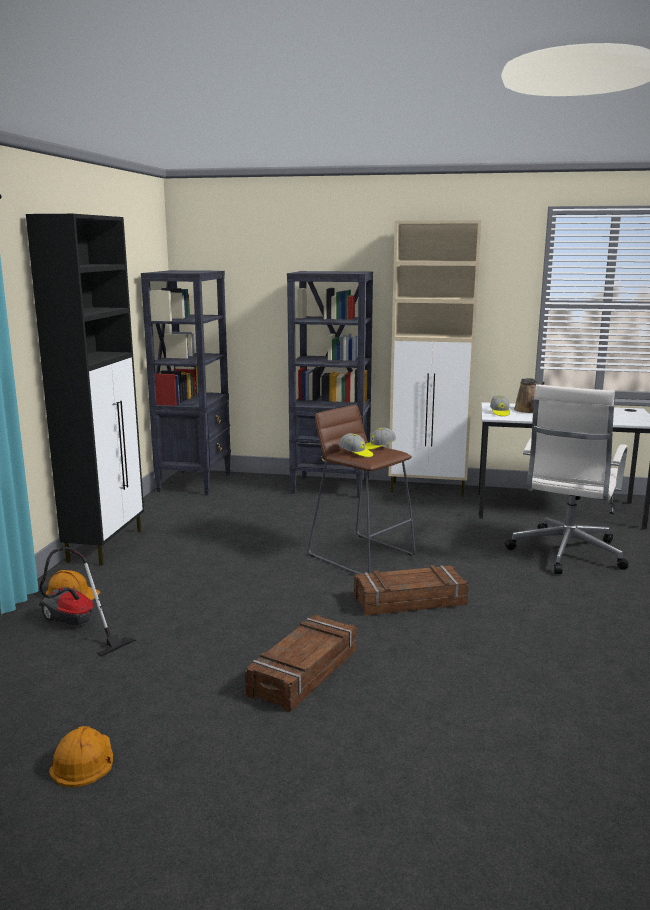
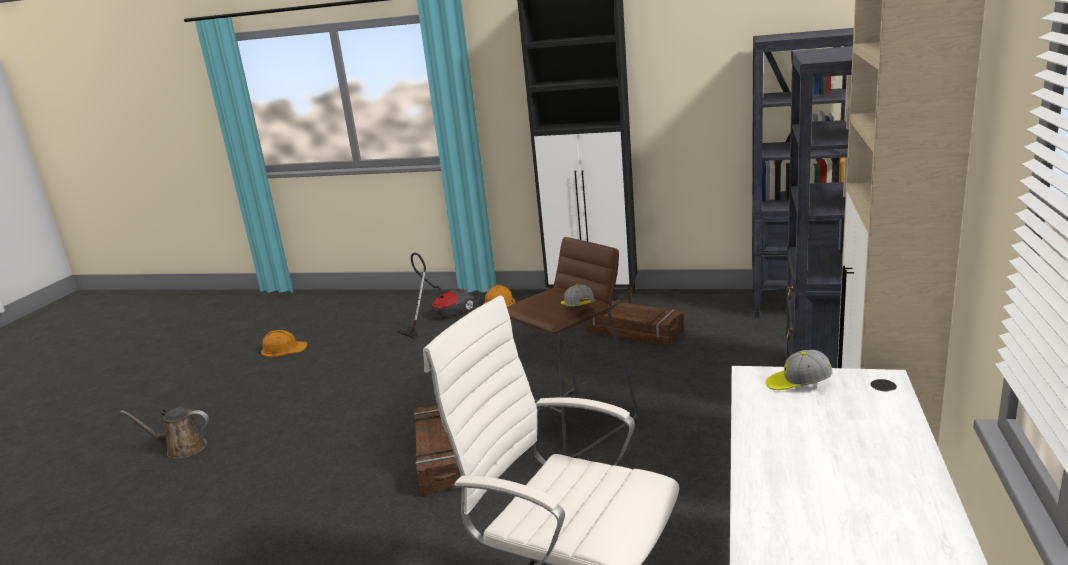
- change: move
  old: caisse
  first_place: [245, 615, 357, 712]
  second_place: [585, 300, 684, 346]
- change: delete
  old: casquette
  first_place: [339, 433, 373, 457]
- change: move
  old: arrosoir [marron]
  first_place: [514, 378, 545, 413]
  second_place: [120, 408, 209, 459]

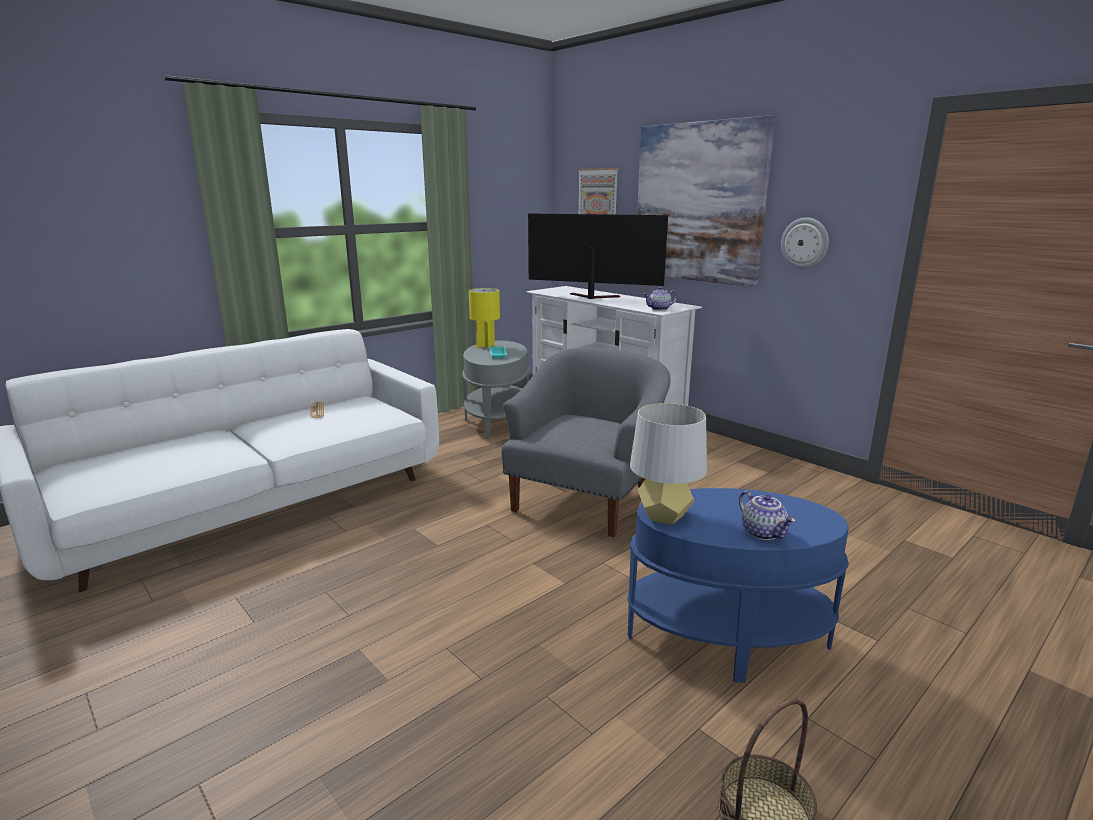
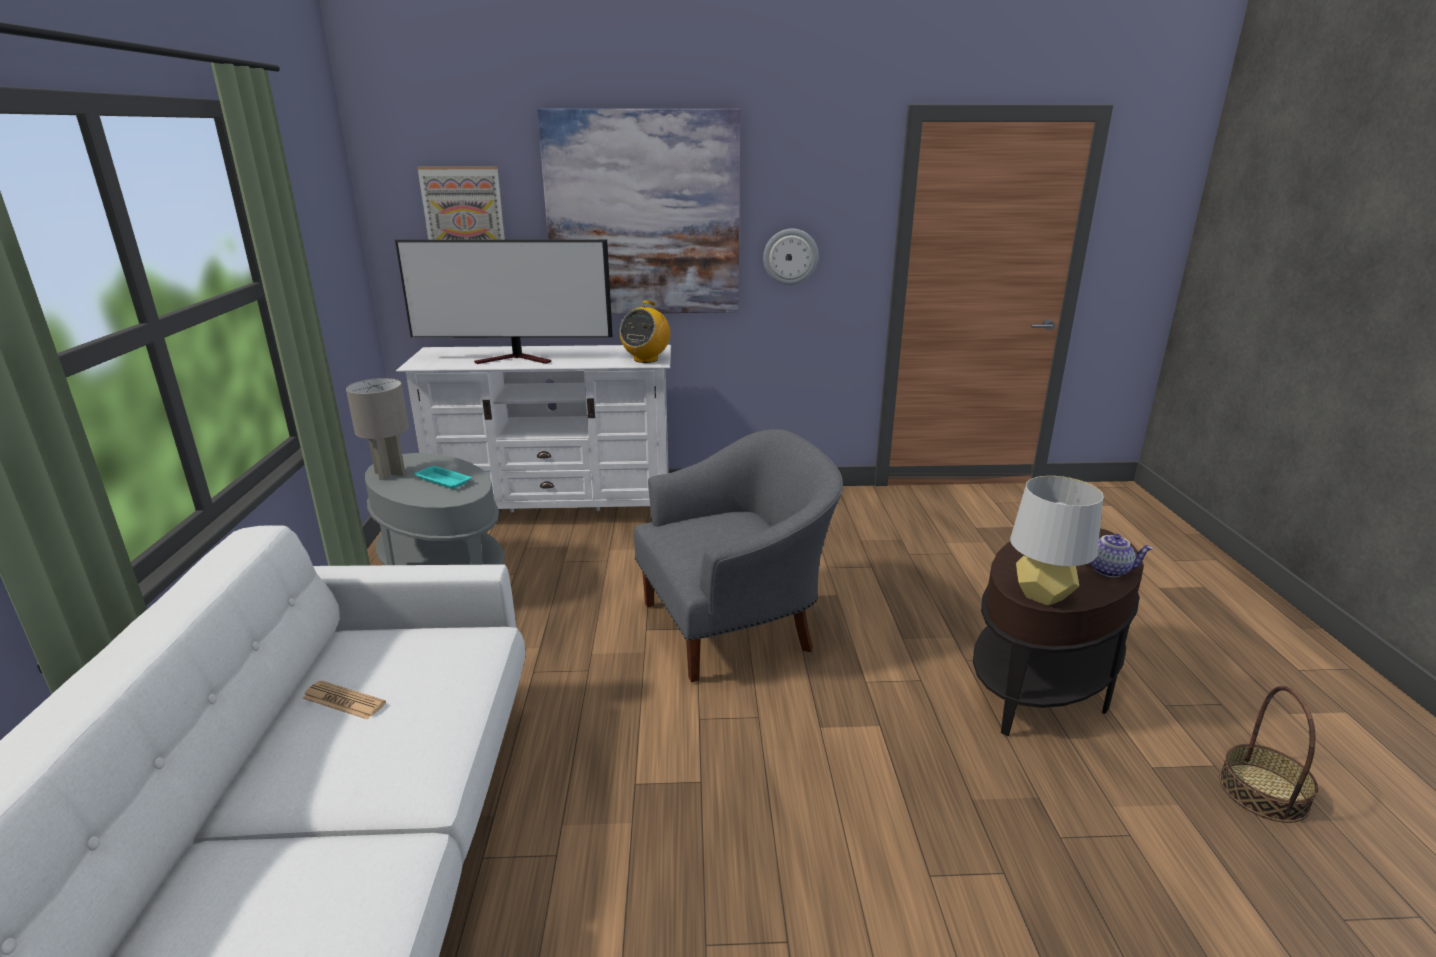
- change: recolor
  old: lampe de table [jaune]
  new: lampe de table [gris]
  first_place: [469, 288, 500, 348]
  second_place: [346, 378, 409, 480]
- change: rotate
  old: fauteuil [gris]
  first_place: [502, 348, 670, 537]
  second_place: [634, 429, 843, 682]
  degrees: 90
- change: rotate
  old: téléviseur
  first_place: [528, 213, 668, 299]
  second_place: [395, 240, 613, 364]
  degrees: -150
- change: recolor
  old: table d'appoint [bleu]
  new: table d'appoint [marron]
  first_place: [627, 488, 849, 683]
  second_place: [973, 529, 1144, 736]
- change: replace
  old: théière
  new: radio
  first_place: [643, 287, 677, 310]
  second_place: [620, 301, 670, 363]

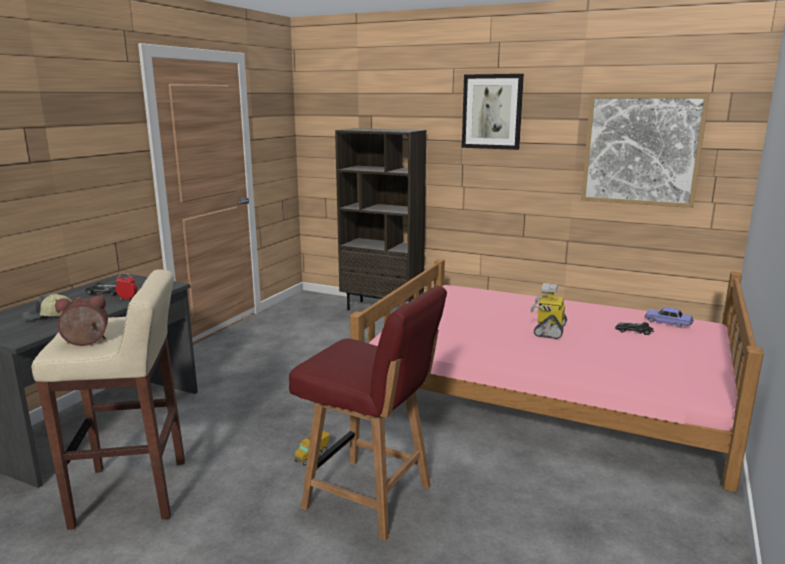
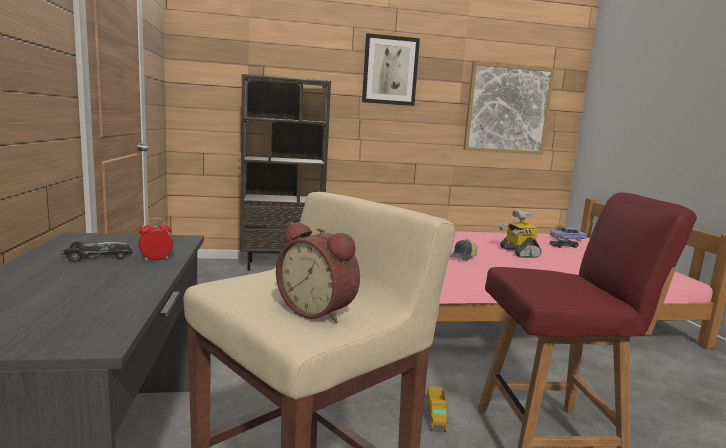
- change: move
  old: casquette
  first_place: [22, 293, 72, 320]
  second_place: [450, 239, 477, 261]
- change: rotate
  old: réveil
  first_place: [55, 295, 108, 346]
  second_place: [276, 222, 360, 323]
  degrees: -90

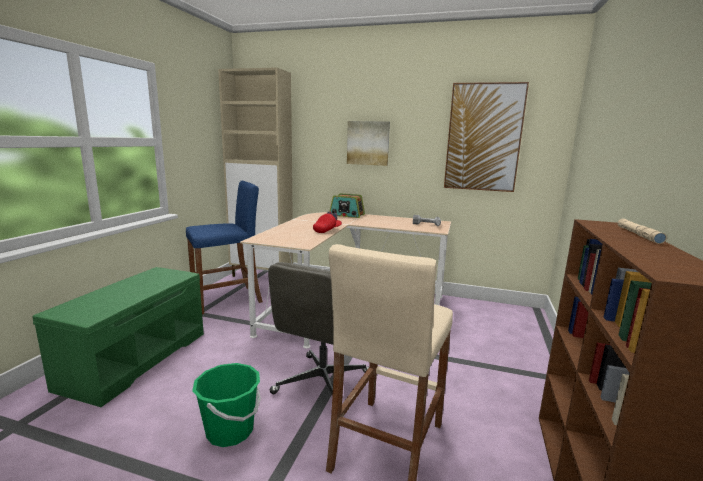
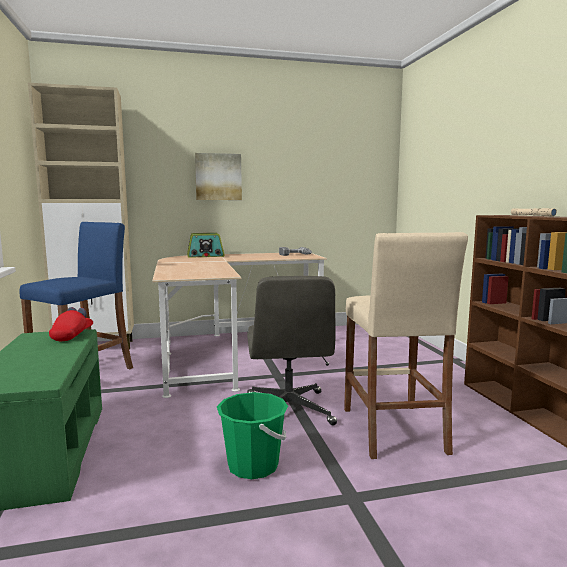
- change: move
  old: casquette [rouge]
  first_place: [313, 211, 342, 233]
  second_place: [49, 307, 93, 341]
- change: delete
  old: tableau
  first_place: [444, 82, 529, 192]

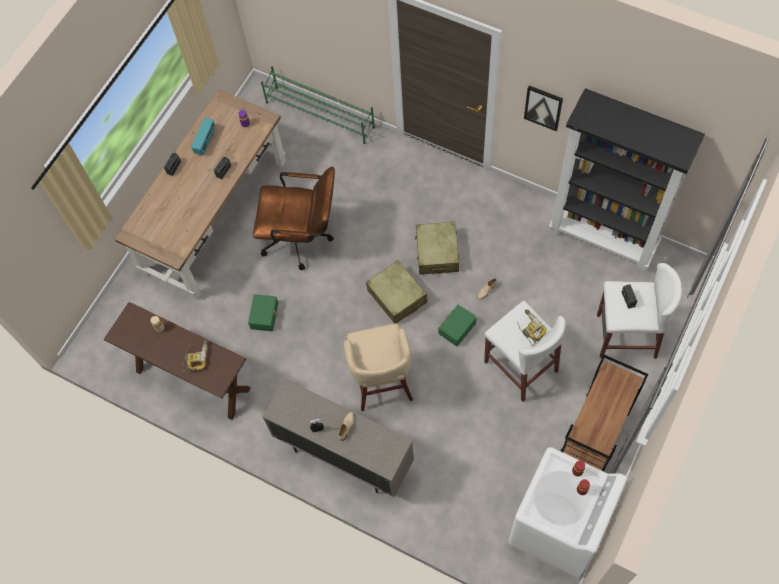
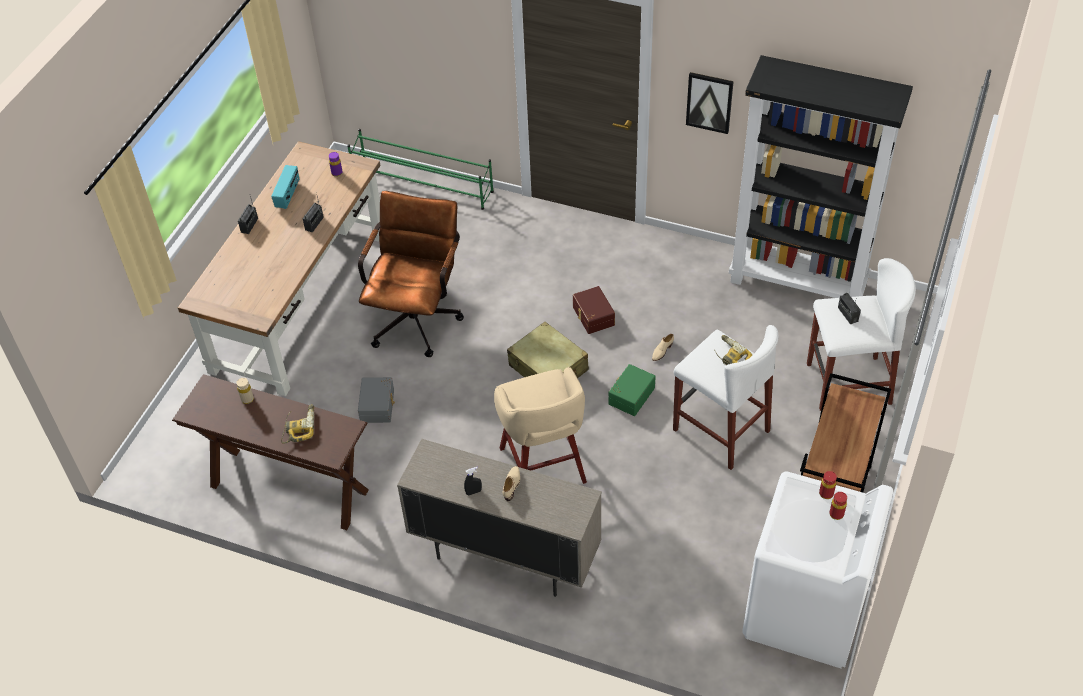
- change: recolor
  old: boîte de rangement [vert]
  new: boîte de rangement [gris]
  first_place: [248, 294, 278, 331]
  second_place: [358, 377, 395, 423]
- change: rotate
  old: chaise de bureau [marron]
  first_place: [253, 166, 335, 270]
  second_place: [358, 191, 464, 357]
  degrees: -75
- change: replace
  old: valise [beige]
  new: boîte de rangement [marron]
  first_place: [415, 222, 459, 275]
  second_place: [573, 286, 615, 334]

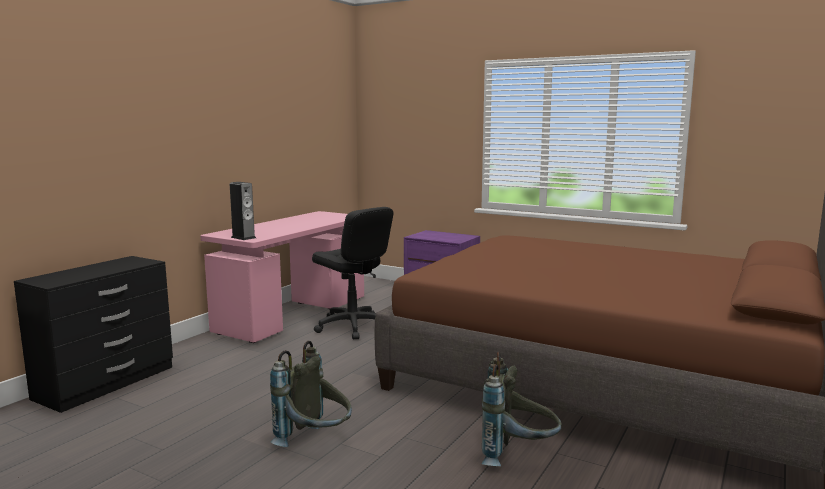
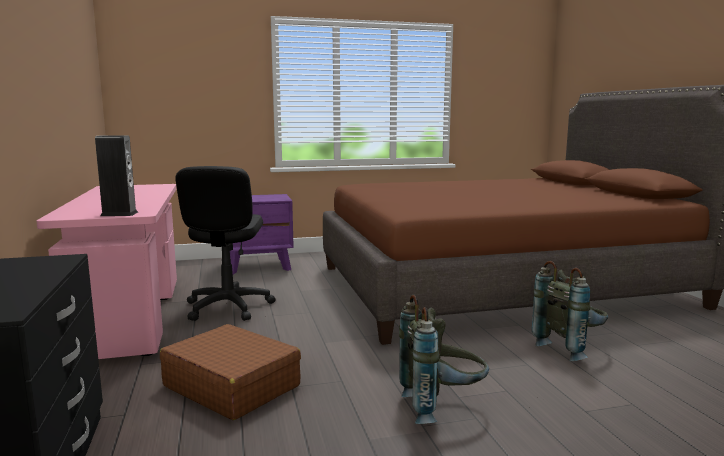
- change: rotate
  old: chaise de bureau [noir]
  first_place: [312, 207, 393, 340]
  second_place: [175, 166, 276, 321]
  degrees: 90
- change: insert
  new: valise [marron]
  second_place: [160, 324, 301, 420]

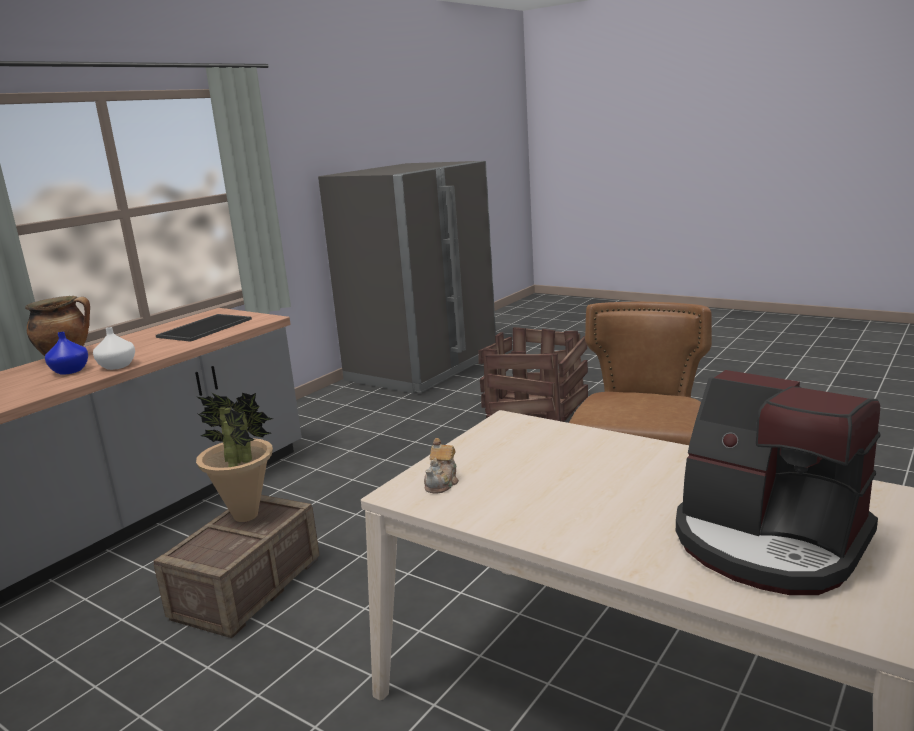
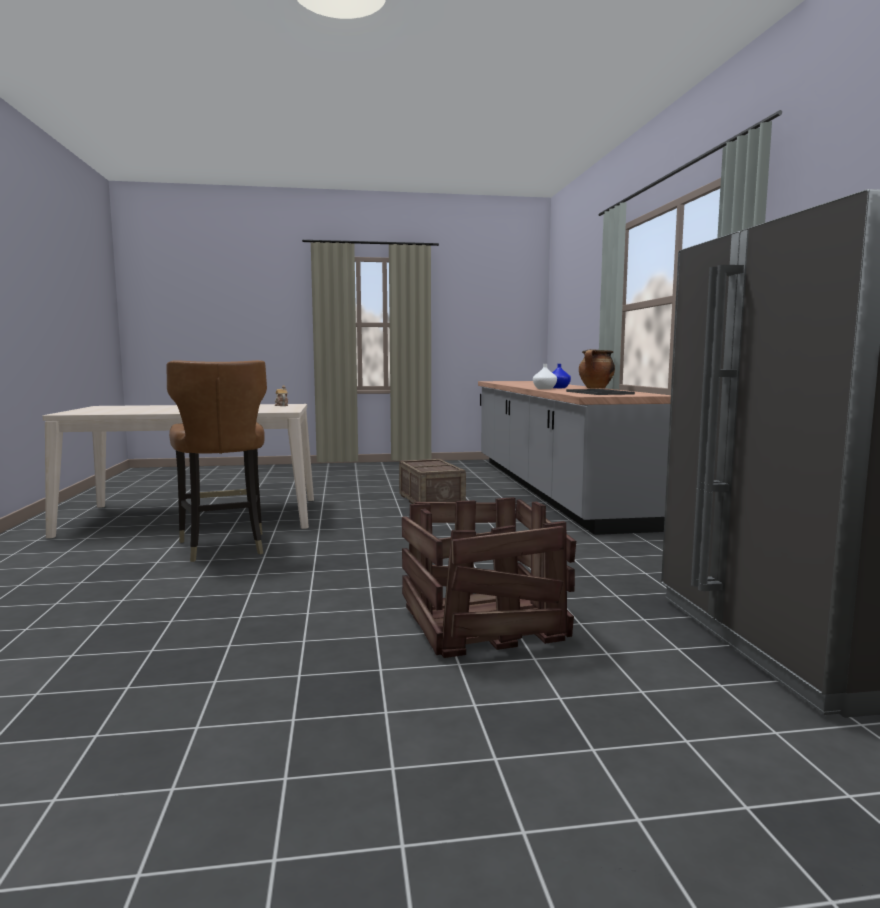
- change: delete
  old: plante en pot
  first_place: [196, 393, 273, 522]
- change: delete
  old: machine à café
  first_place: [676, 370, 881, 595]

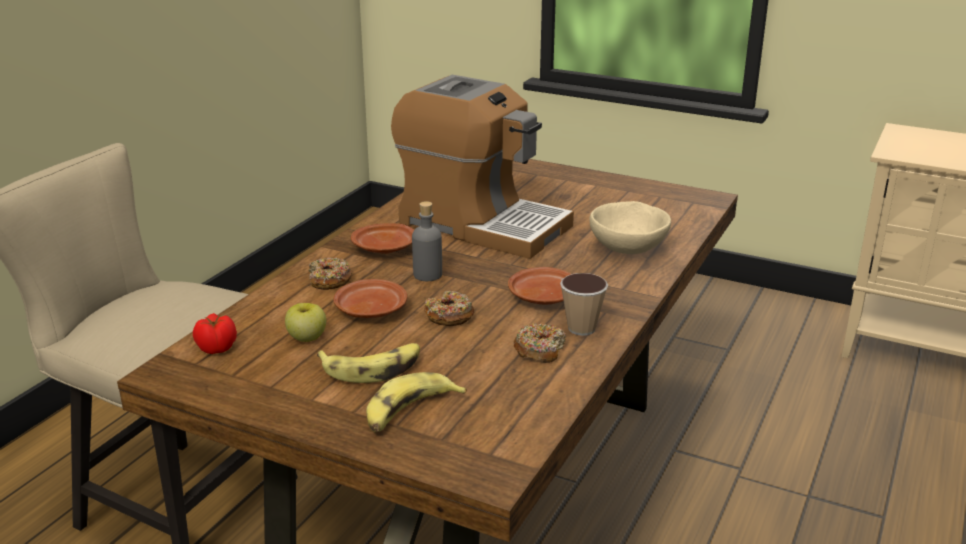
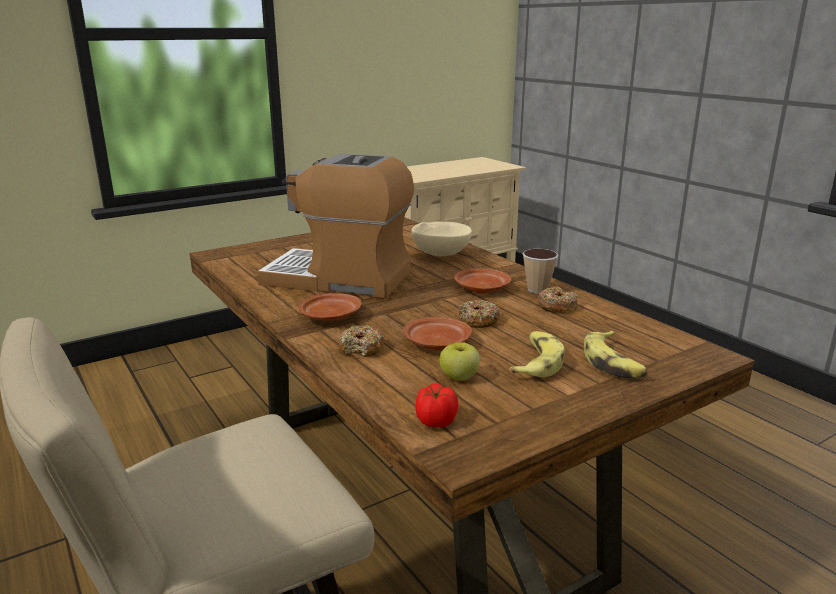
- change: rotate
  old: machine à café
  first_place: [391, 75, 574, 259]
  second_place: [257, 154, 414, 299]
  degrees: -135
- change: delete
  old: bouteille [gris]
  first_place: [412, 201, 442, 281]

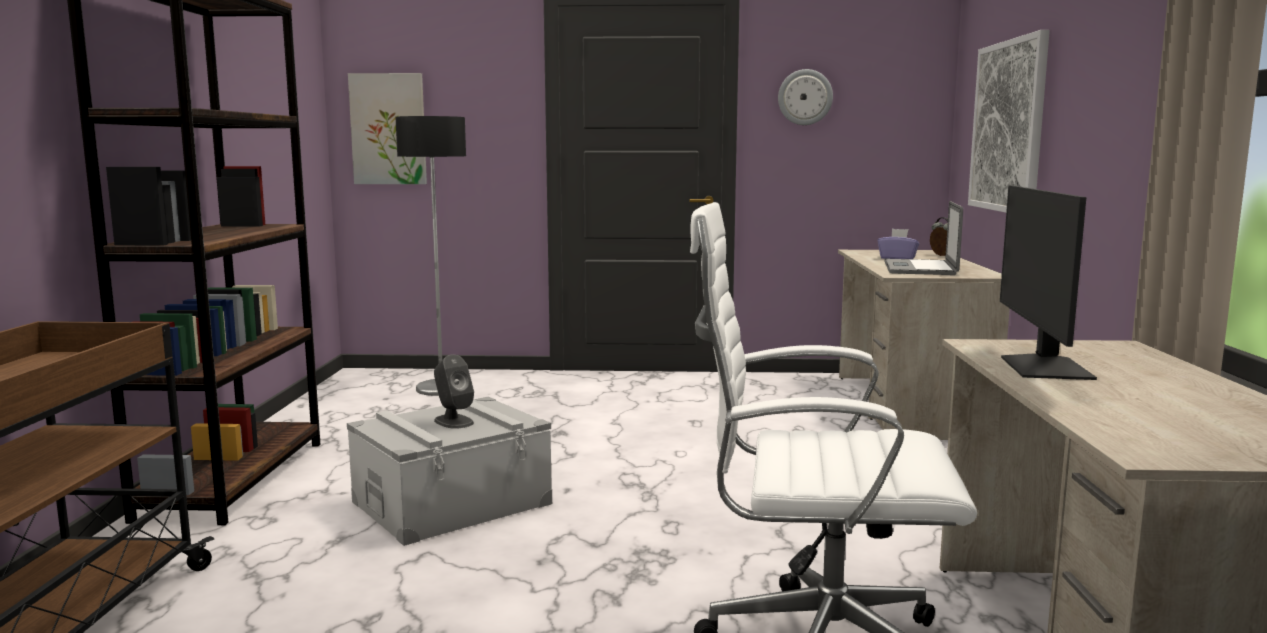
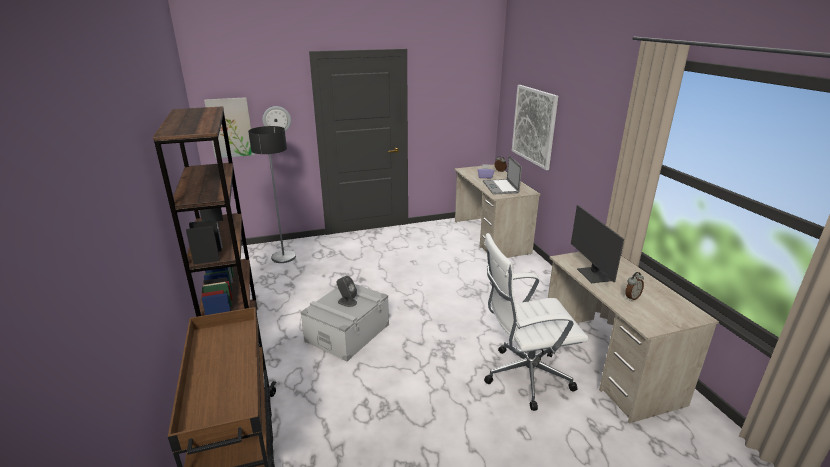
- change: move
  old: horloge murale
  first_place: [778, 69, 833, 125]
  second_place: [262, 106, 291, 132]
- change: insert
  new: réveil
  second_place: [625, 272, 644, 301]

